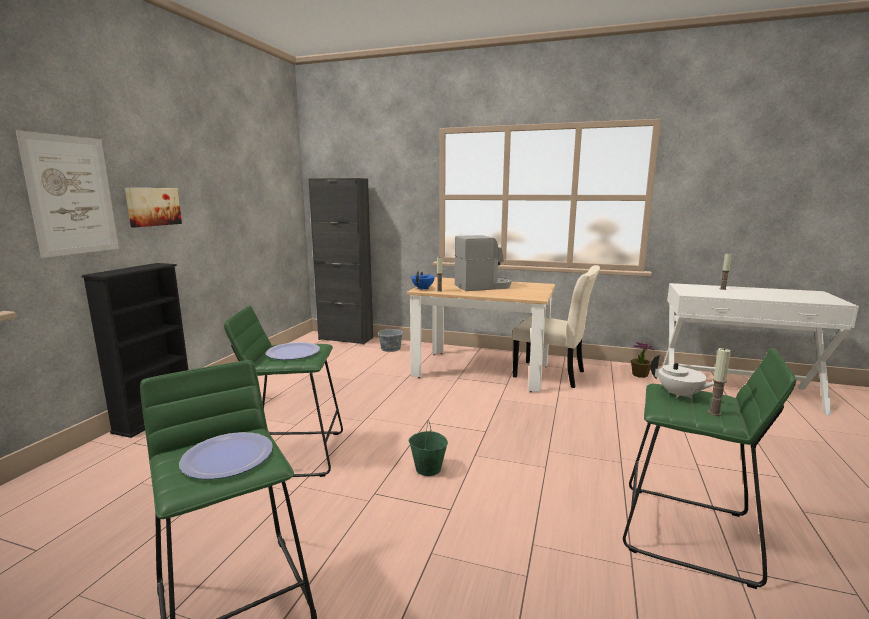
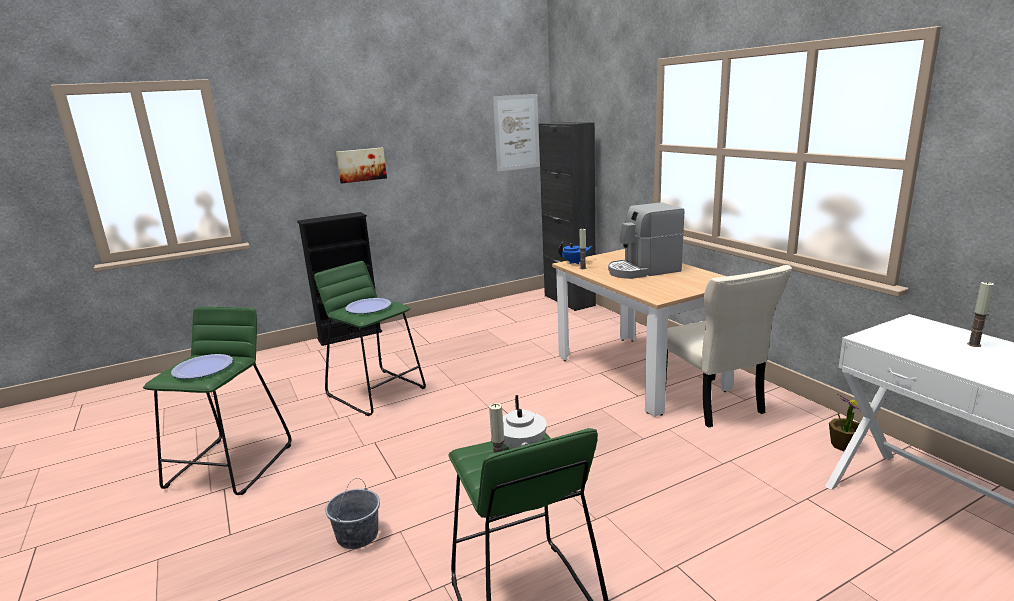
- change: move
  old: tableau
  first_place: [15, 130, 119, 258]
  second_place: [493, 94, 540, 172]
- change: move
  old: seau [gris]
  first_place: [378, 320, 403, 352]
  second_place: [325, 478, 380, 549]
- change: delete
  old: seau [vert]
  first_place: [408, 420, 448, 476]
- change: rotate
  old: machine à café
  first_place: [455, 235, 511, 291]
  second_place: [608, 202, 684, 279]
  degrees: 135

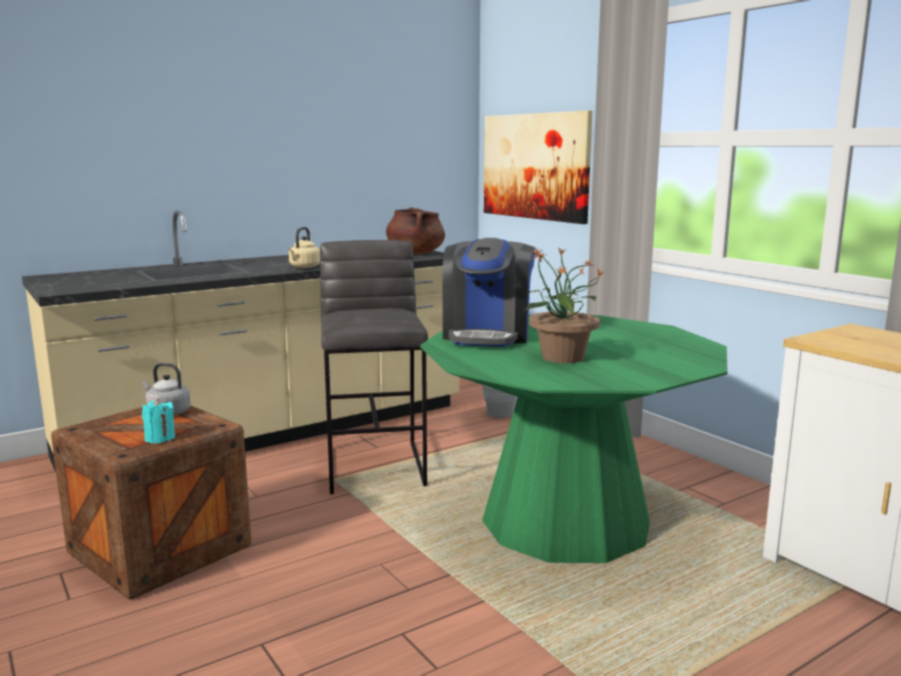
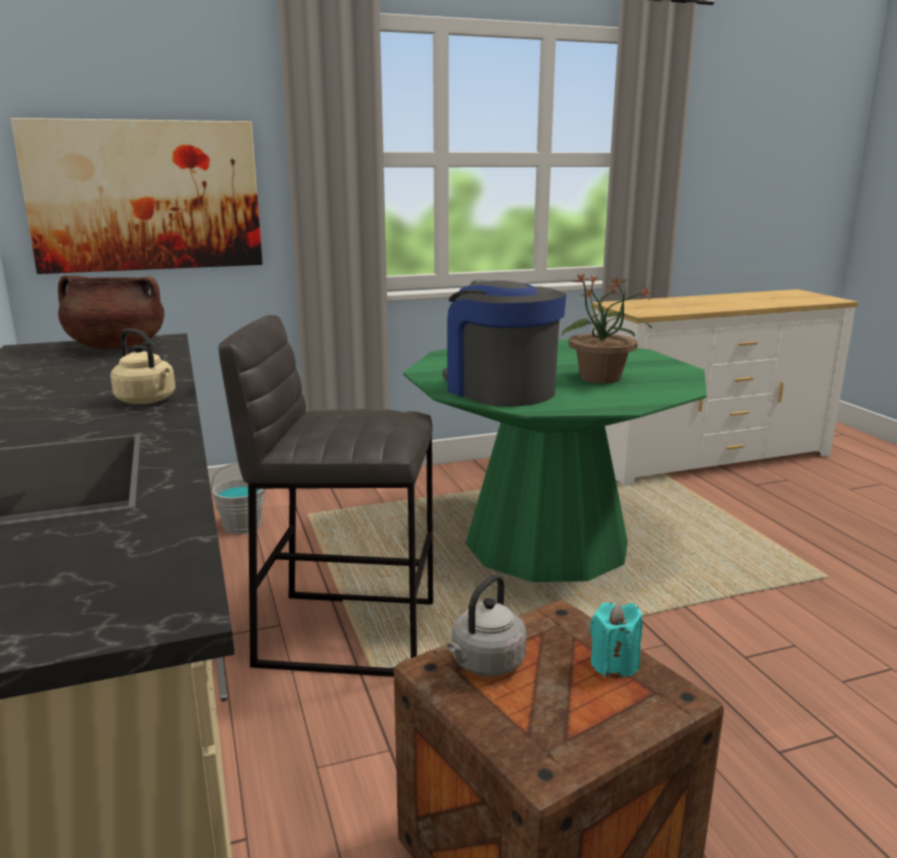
- change: rotate
  old: machine à café
  first_place: [442, 238, 536, 347]
  second_place: [443, 280, 566, 407]
  degrees: -150

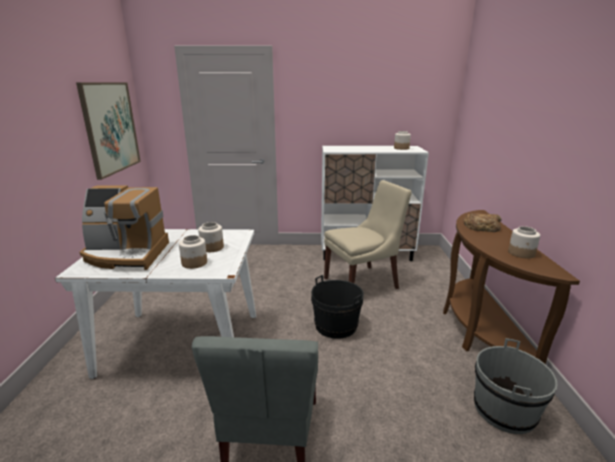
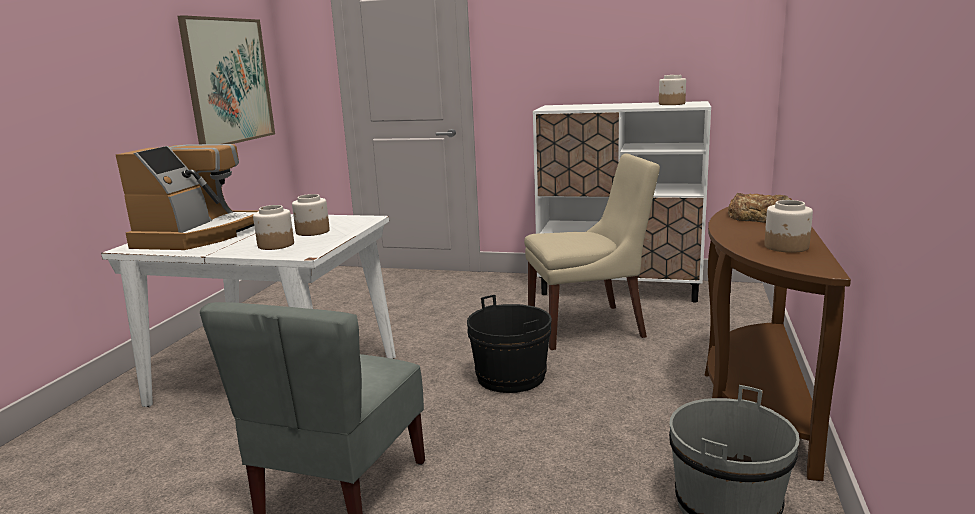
- change: rotate
  old: machine à café
  first_place: [79, 185, 169, 270]
  second_place: [116, 144, 258, 250]
  degrees: -90

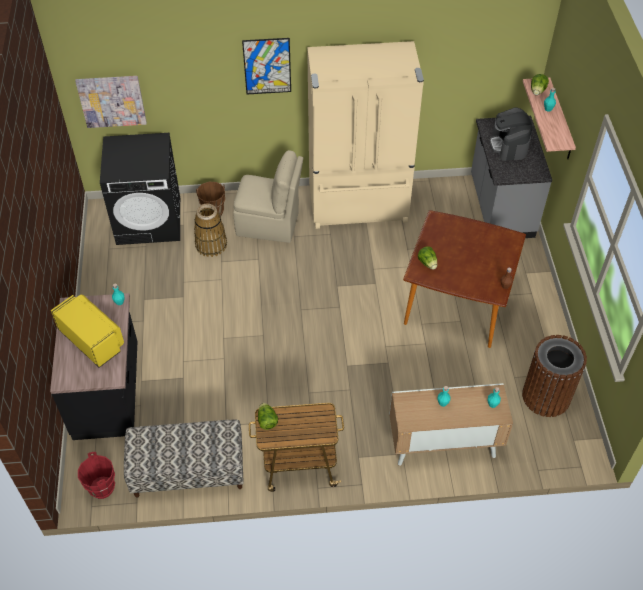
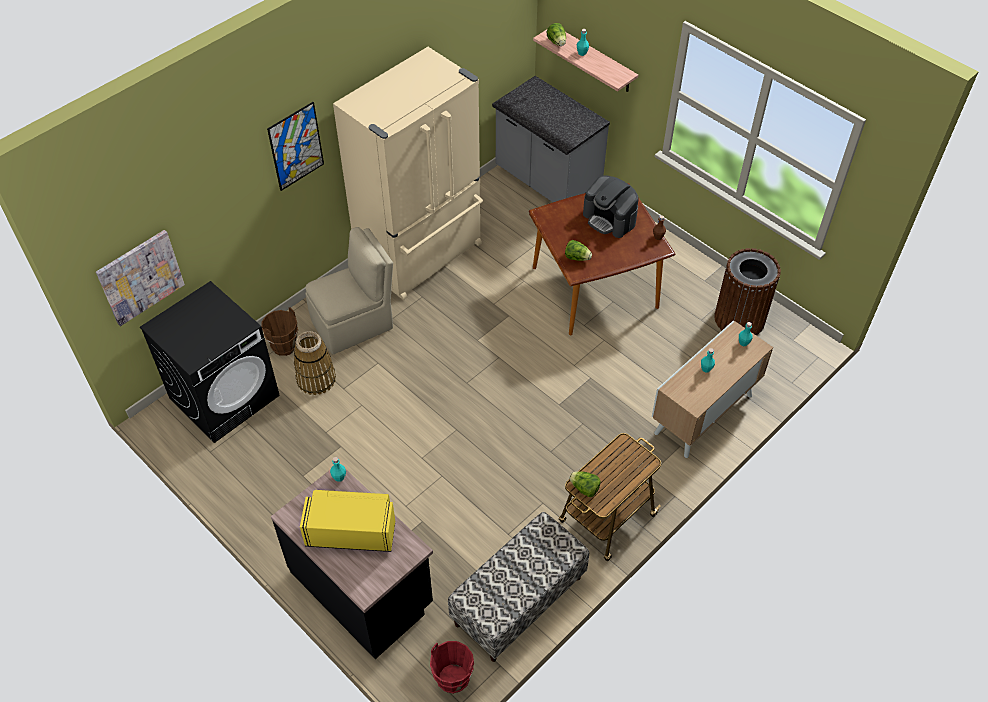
- change: move
  old: machine à café
  first_place: [489, 107, 532, 161]
  second_place: [583, 175, 639, 238]

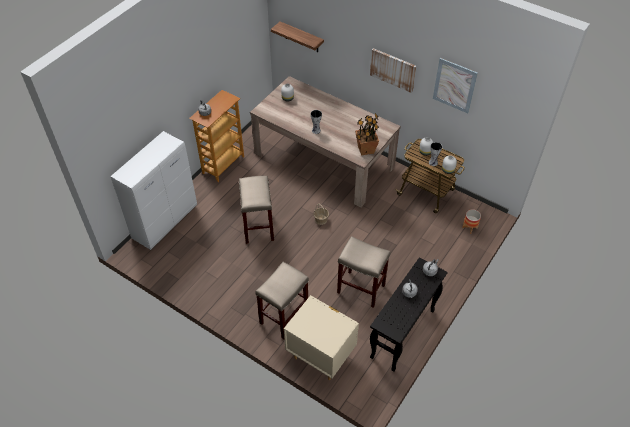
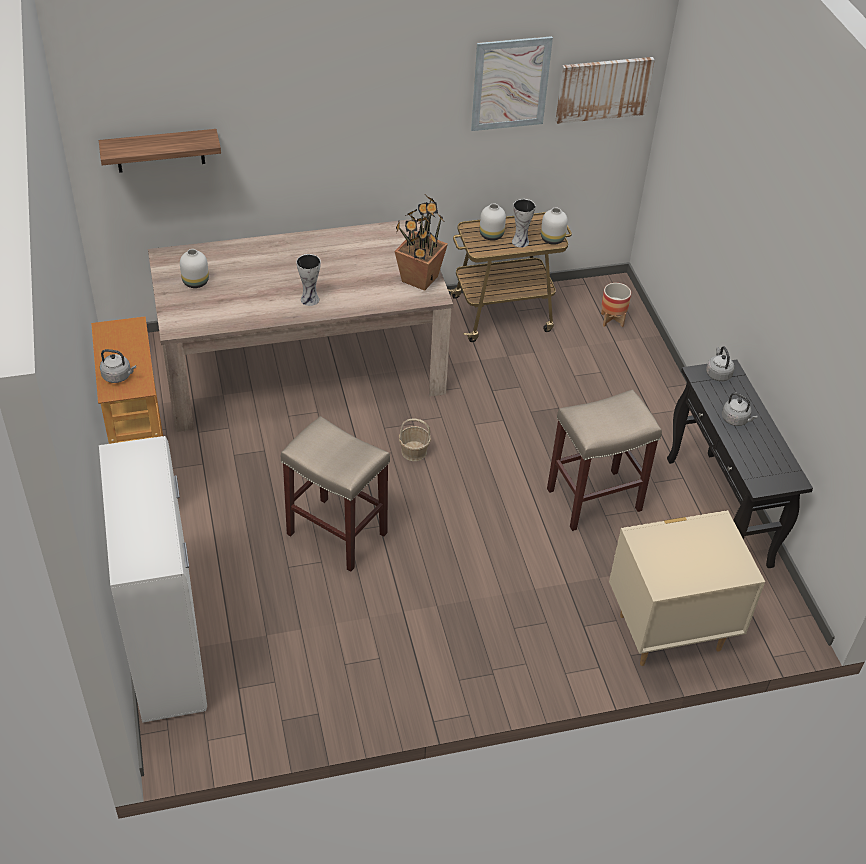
- change: delete
  old: tabouret [beige]
  first_place: [255, 262, 309, 339]
- change: move
  old: tableau
  first_place: [370, 48, 416, 93]
  second_place: [556, 57, 655, 124]

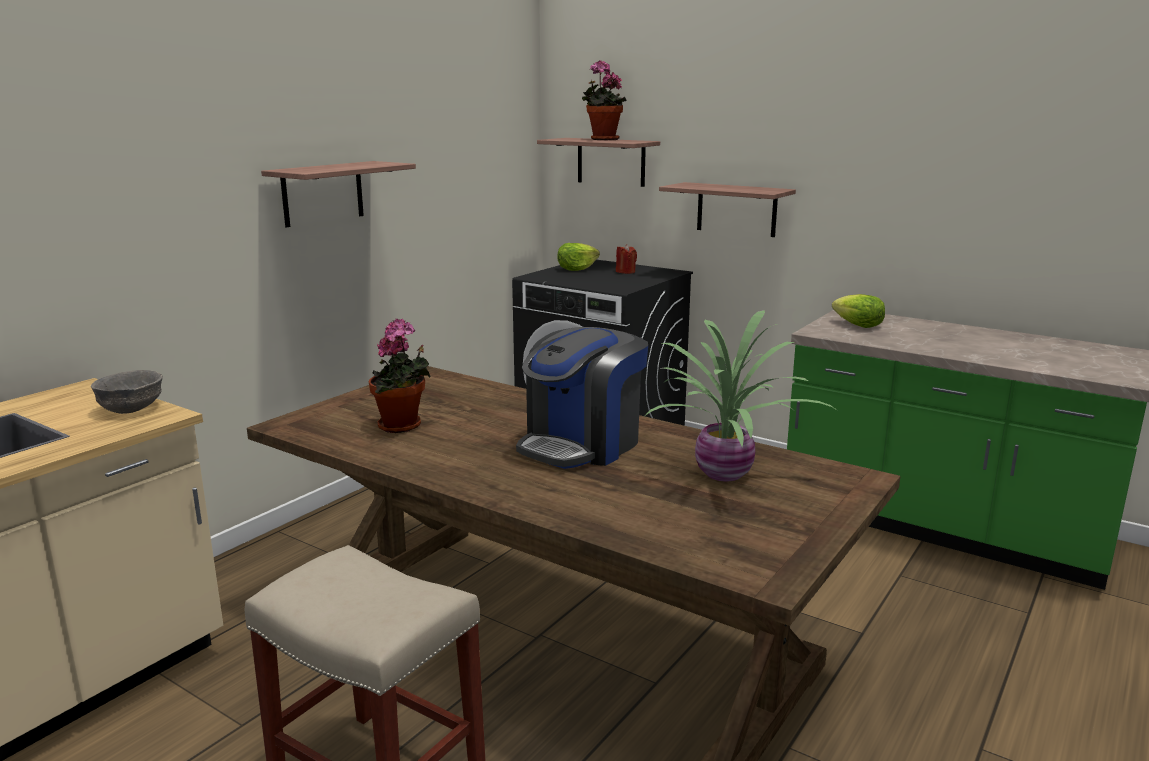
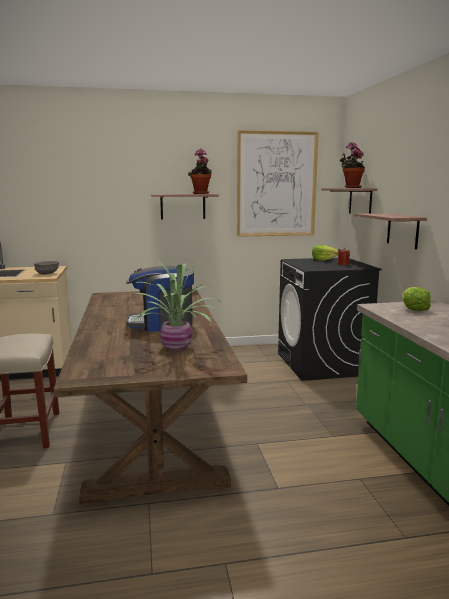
- change: move
  old: plante en pot
  first_place: [369, 319, 431, 433]
  second_place: [188, 149, 212, 194]
- change: insert
  new: tableau
  second_place: [237, 130, 319, 237]

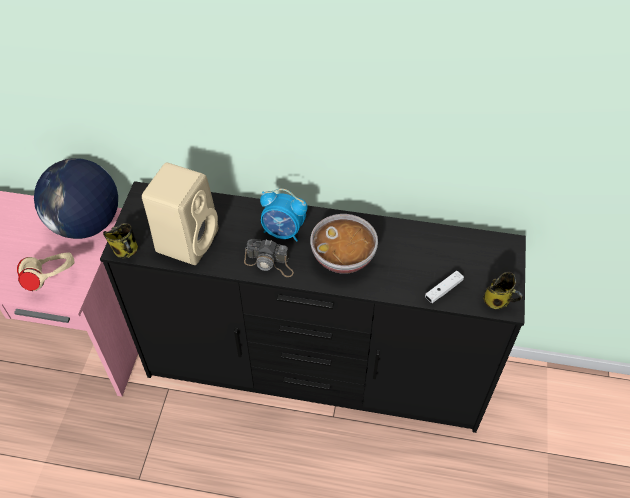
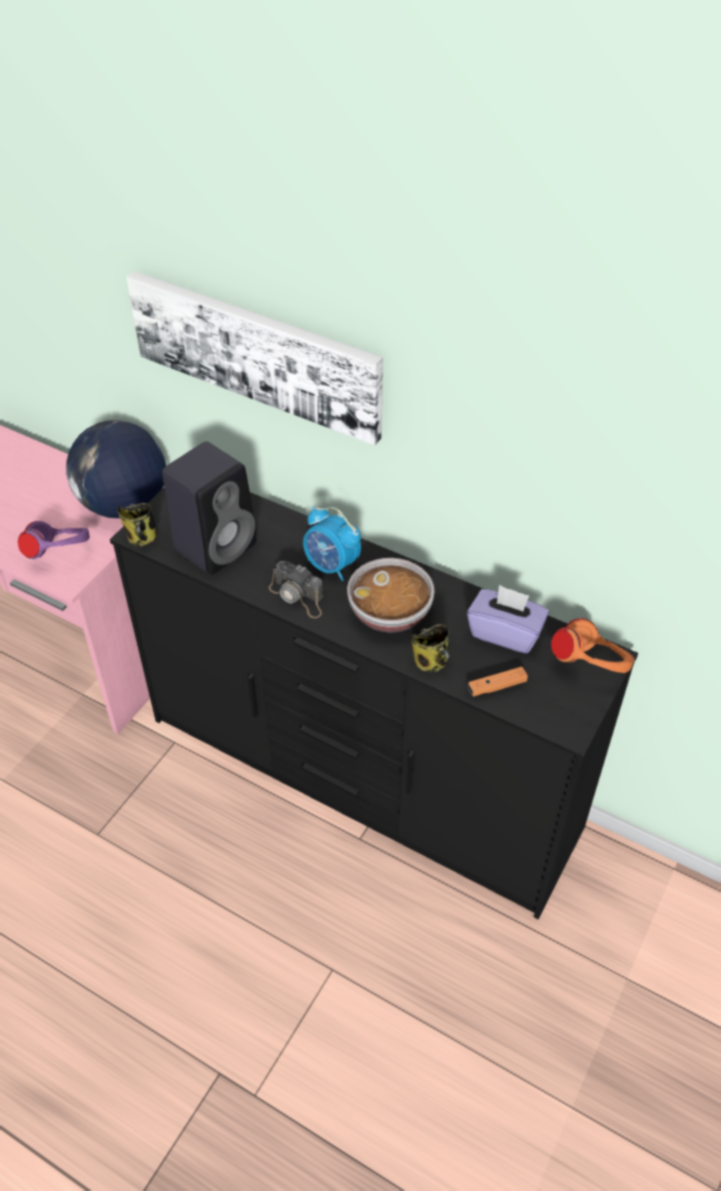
- change: recolor
  old: casque audio [beige]
  new: casque audio [violet]
  first_place: [17, 253, 74, 291]
  second_place: [18, 521, 90, 559]
- change: recolor
  old: enceinte [beige]
  new: enceinte [noir]
  first_place: [142, 163, 218, 265]
  second_place: [162, 441, 256, 575]
- change: recolor
  old: manette [blanc]
  new: manette [orange]
  first_place: [425, 270, 464, 303]
  second_place: [468, 667, 528, 696]
- change: move
  old: mug
  first_place: [483, 272, 523, 309]
  second_place: [411, 624, 451, 672]
- change: insert
  new: tableau
  second_place: [126, 271, 383, 445]
- change: insert
  new: boîte à mouchoirs [violet]
  second_place: [467, 585, 549, 653]
- change: insert
  new: casque audio [orange]
  second_place: [551, 618, 634, 673]

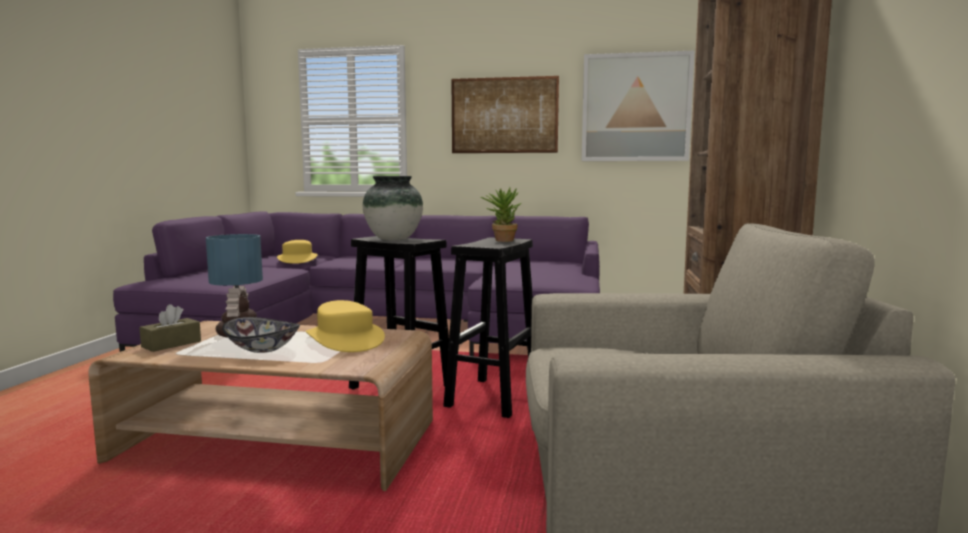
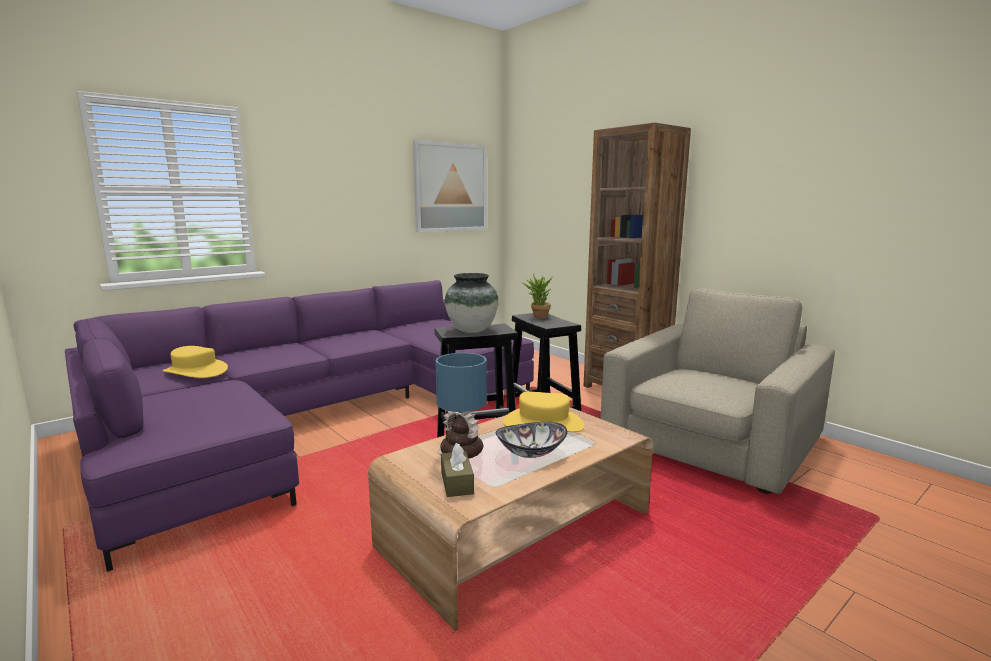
- change: delete
  old: tableau
  first_place: [451, 76, 559, 153]

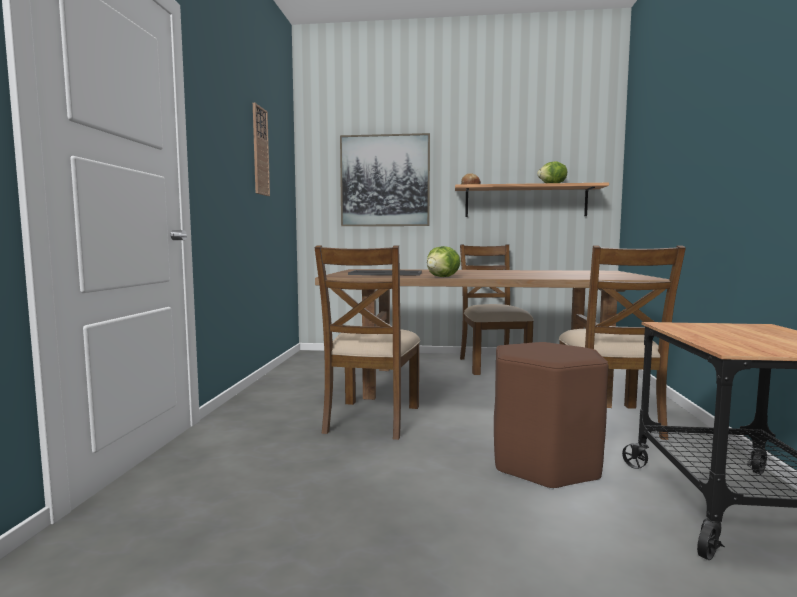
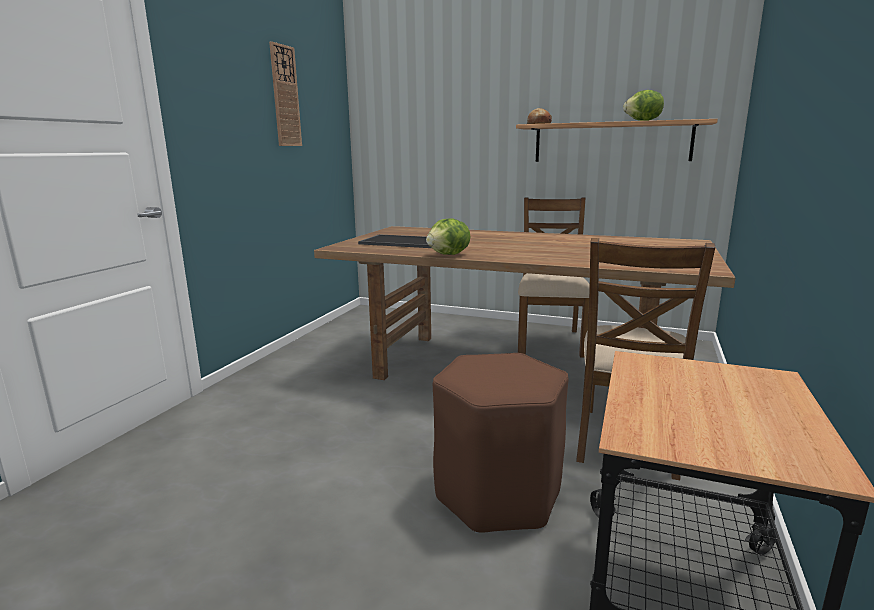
- change: delete
  old: chaise [marron]
  first_place: [315, 245, 420, 440]
- change: delete
  old: tableau
  first_place: [340, 133, 430, 226]

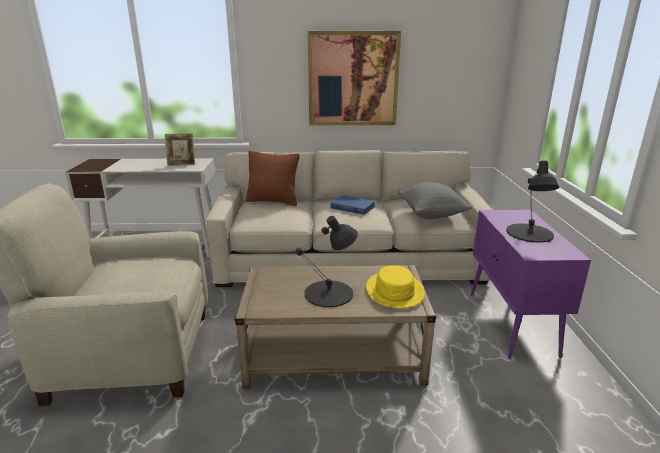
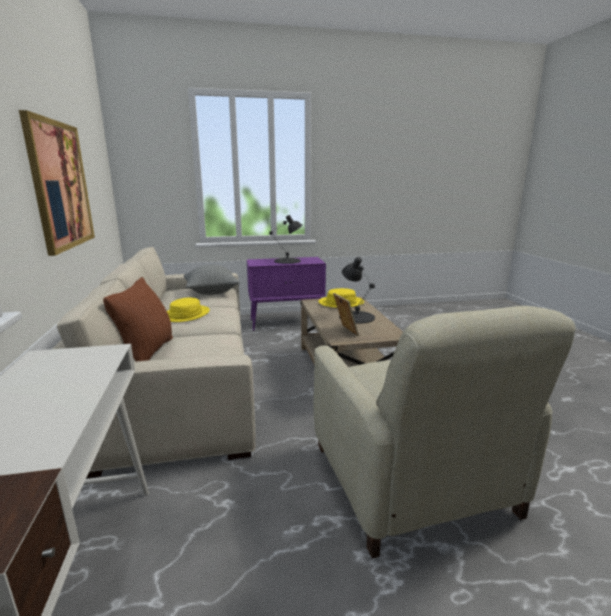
- change: move
  old: cadre photo
  first_place: [165, 133, 195, 166]
  second_place: [333, 293, 359, 336]
- change: replace
  old: livre [bleu]
  new: chapeau [jaune]
  first_place: [330, 195, 376, 215]
  second_place: [167, 298, 210, 322]

